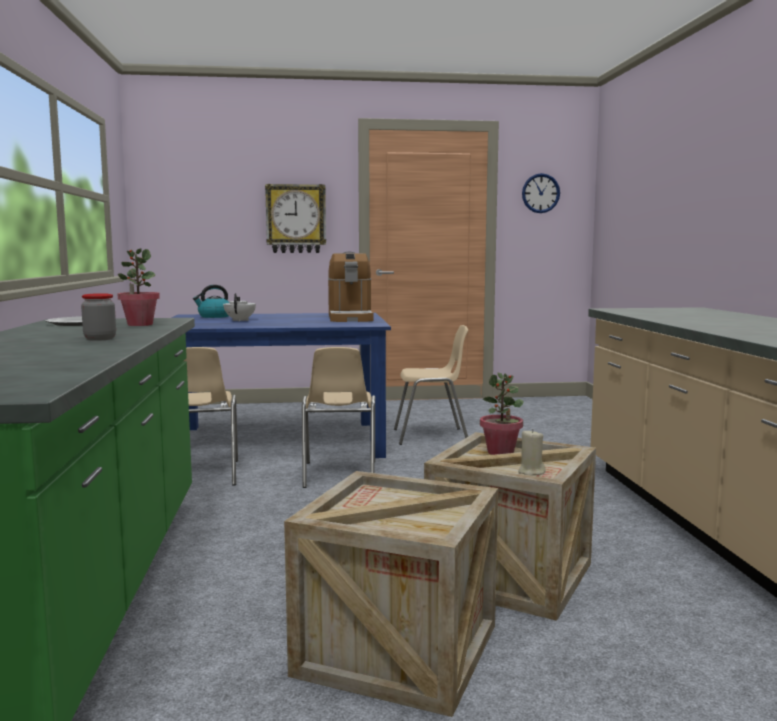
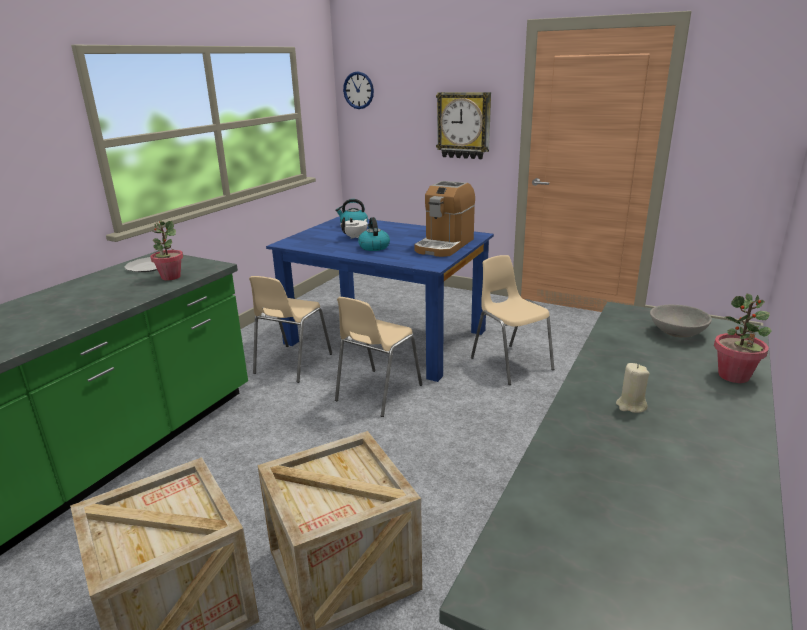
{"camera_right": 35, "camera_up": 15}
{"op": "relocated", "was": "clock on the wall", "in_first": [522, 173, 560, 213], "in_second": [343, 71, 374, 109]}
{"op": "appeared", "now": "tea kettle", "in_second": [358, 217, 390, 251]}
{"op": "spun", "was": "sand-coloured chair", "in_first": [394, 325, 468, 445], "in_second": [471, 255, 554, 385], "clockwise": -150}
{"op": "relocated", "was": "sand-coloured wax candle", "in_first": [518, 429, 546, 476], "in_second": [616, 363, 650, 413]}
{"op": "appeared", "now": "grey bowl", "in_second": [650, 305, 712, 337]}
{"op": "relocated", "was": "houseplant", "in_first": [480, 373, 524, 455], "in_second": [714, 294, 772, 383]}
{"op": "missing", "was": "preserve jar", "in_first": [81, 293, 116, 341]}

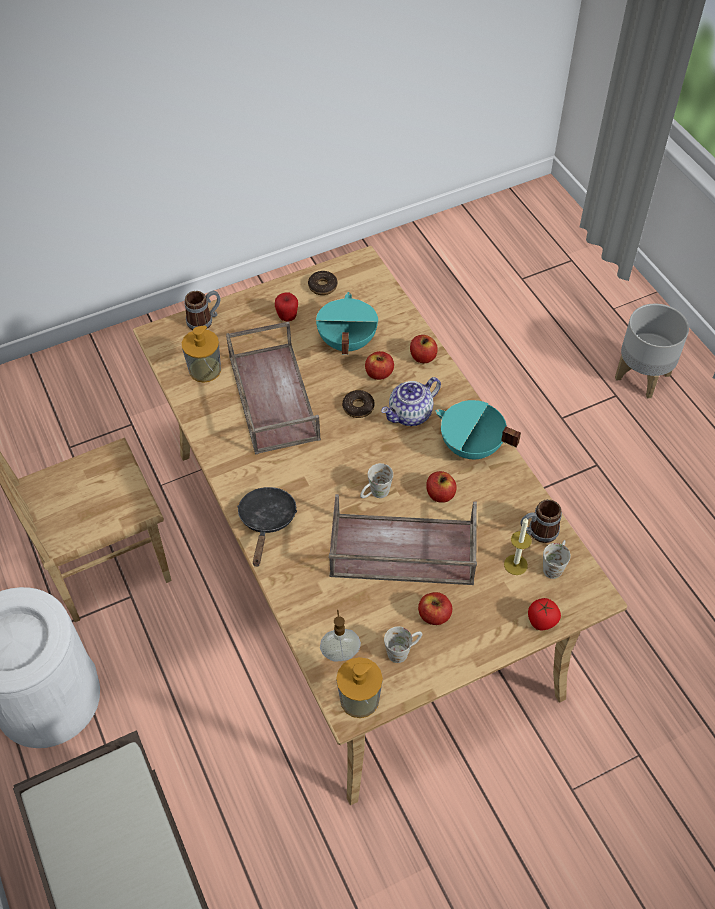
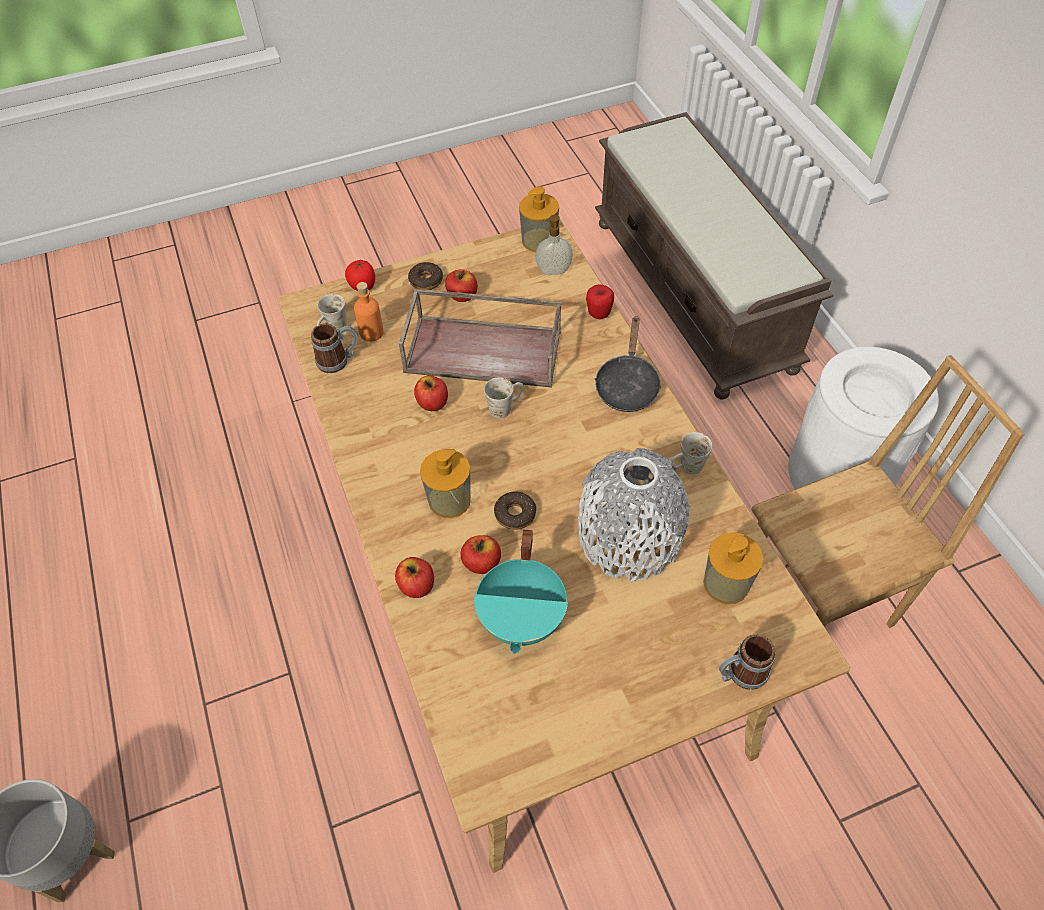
{"camera_right": -175, "camera_up": 0}
{"op": "exchanged", "was": "wax candle", "now": "orangey bottle", "in_first": [504, 517, 532, 575], "in_second": [354, 282, 384, 342]}
{"op": "relocated", "was": "doughnut", "in_first": [308, 271, 337, 295], "in_second": [408, 262, 443, 290]}
{"op": "exchanged", "was": "pot for tea", "now": "soap bottle", "in_first": [381, 377, 441, 426], "in_second": [420, 449, 471, 518]}
{"op": "exchanged", "was": "brown-coloured serving tray", "now": "grey flower vase", "in_first": [226, 322, 321, 455], "in_second": [578, 448, 690, 581]}
{"op": "relocated", "was": "whole apple", "in_first": [275, 293, 298, 322], "in_second": [586, 284, 614, 319]}
{"op": "relocated", "was": "white coffee mug", "in_first": [384, 626, 422, 663], "in_second": [670, 432, 712, 475]}
{"op": "missing", "was": "turquoise cooking pot", "in_first": [436, 400, 521, 459]}

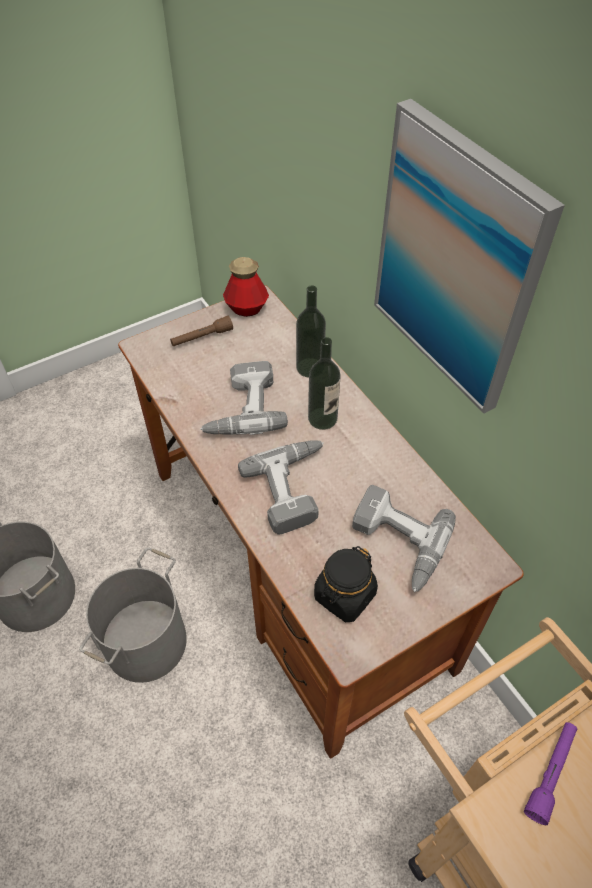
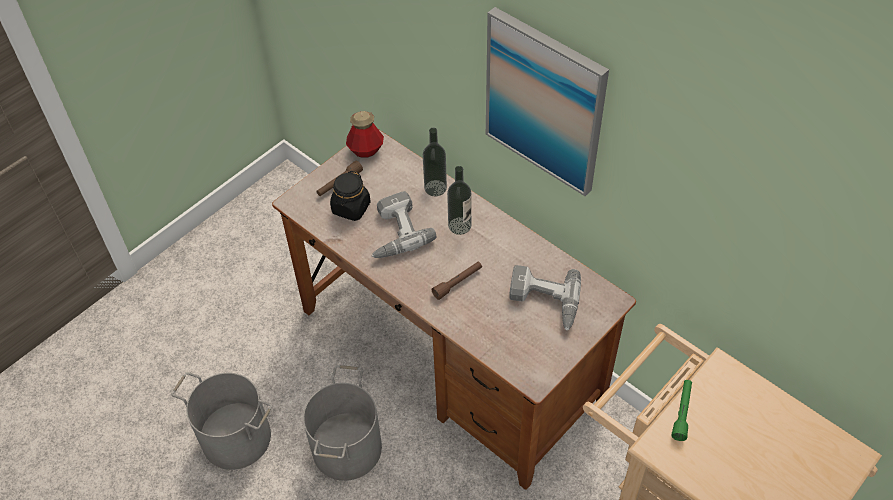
{"camera_right": -15, "camera_up": 0}
{"op": "relocated", "was": "black preserve jar", "in_first": [314, 546, 378, 622], "in_second": [330, 171, 371, 221]}
{"op": "exchanged", "was": "power drill", "now": "brown-coloured flashlight", "in_first": [238, 440, 324, 535], "in_second": [431, 262, 482, 300]}
{"op": "colour", "was": "purple flashlight", "now": "green flashlight", "in_first": [524, 722, 577, 825], "in_second": [671, 380, 692, 441]}

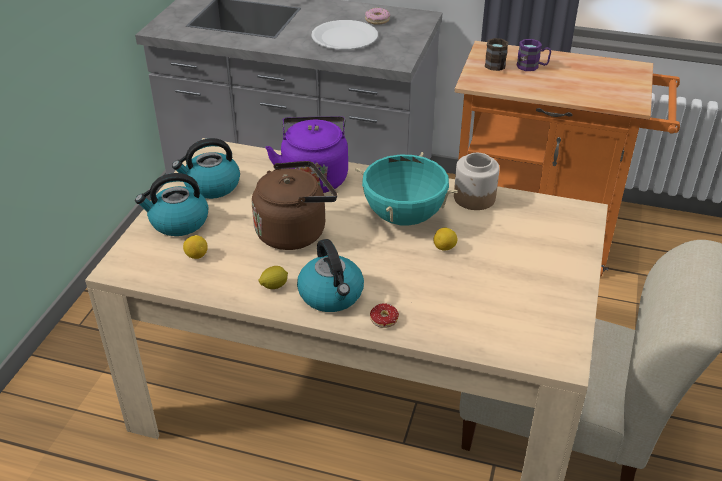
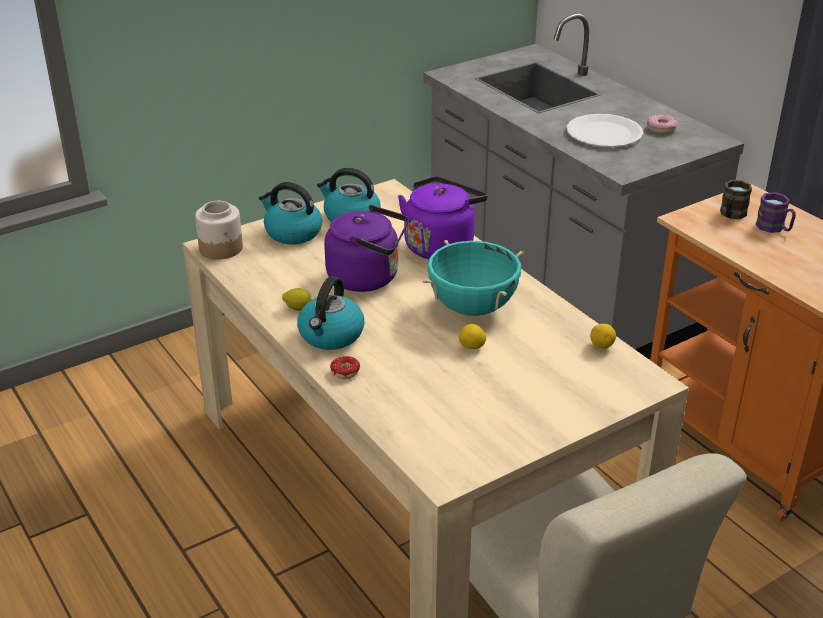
{"camera_right": 40, "camera_up": -5}
{"op": "relocated", "was": "preserve jar", "in_first": [454, 153, 499, 210], "in_second": [195, 201, 243, 259]}
{"op": "colour", "was": "brown-coloured tea kettle", "now": "purple tea kettle", "in_first": [252, 161, 337, 250], "in_second": [324, 205, 409, 292]}
{"op": "relocated", "was": "whole lemon", "in_first": [183, 235, 208, 259], "in_second": [590, 324, 616, 349]}

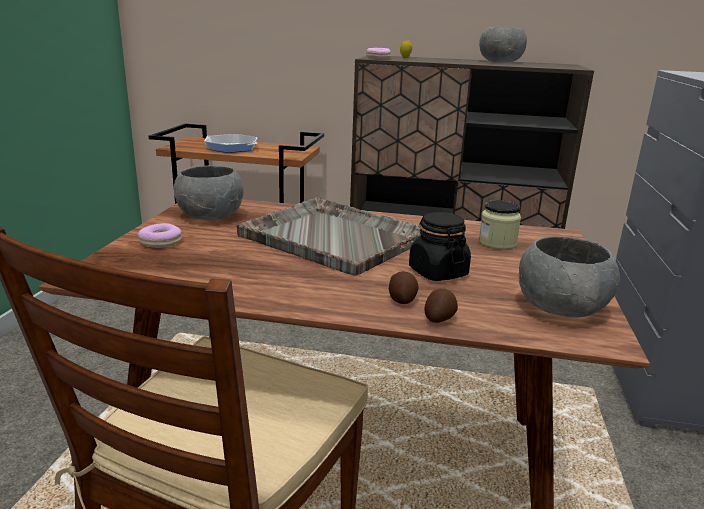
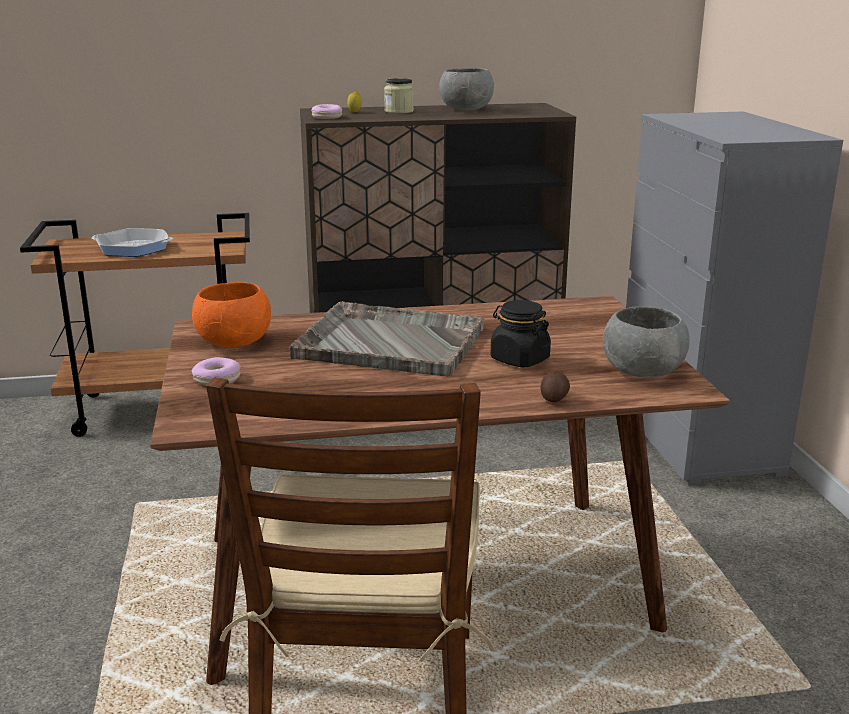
{"camera_right": -20, "camera_up": 0}
{"op": "colour", "was": "grey bowl", "now": "orangey bowl", "in_first": [174, 166, 244, 220], "in_second": [192, 282, 271, 347]}
{"op": "relocated", "was": "preserve jar", "in_first": [479, 200, 521, 250], "in_second": [384, 78, 414, 114]}
{"op": "missing", "was": "potato", "in_first": [389, 271, 419, 304]}

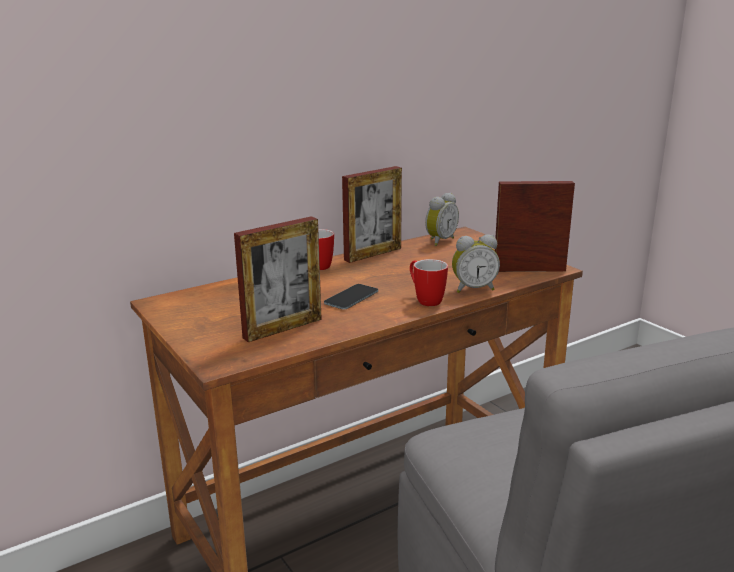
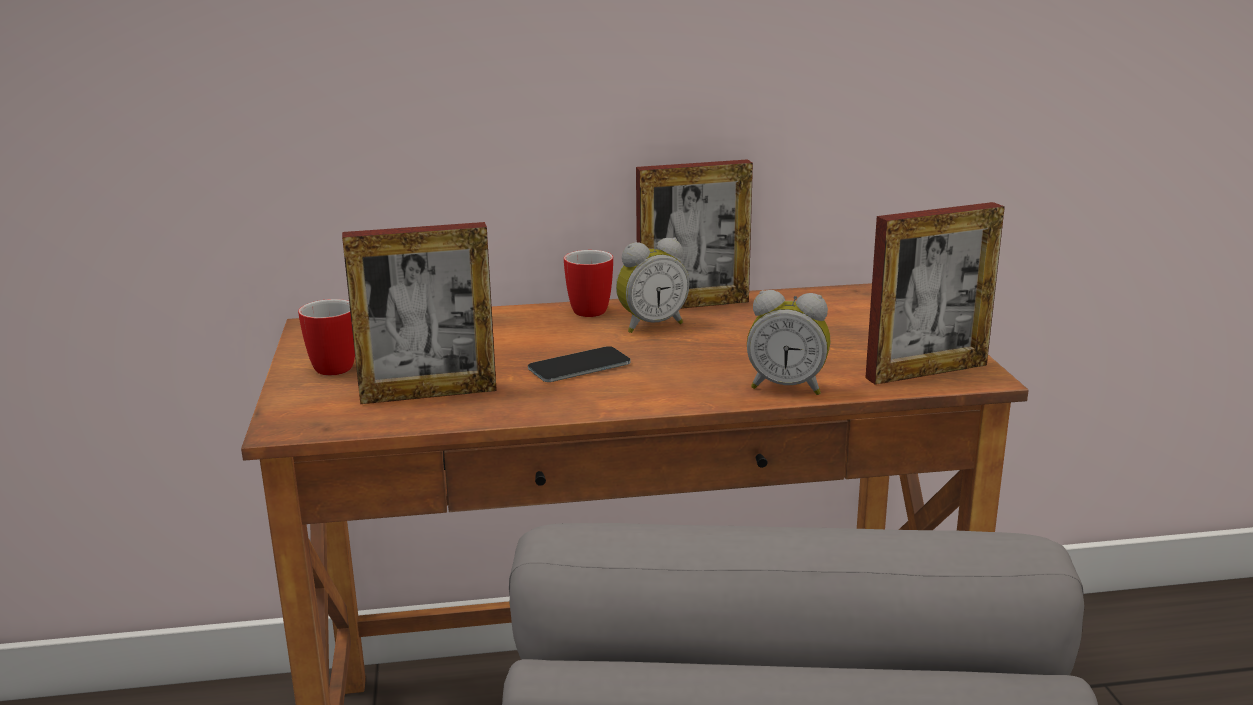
{"camera_right": 25, "camera_up": 0}
{"op": "relocated", "was": "coffee mug", "in_first": [410, 259, 448, 306], "in_second": [298, 299, 355, 375]}
{"op": "relocated", "was": "table clock", "in_first": [425, 192, 459, 246], "in_second": [616, 237, 690, 333]}
{"op": "spun", "was": "picture frame", "in_first": [495, 181, 575, 272], "in_second": [865, 202, 1005, 385], "clockwise": 135}

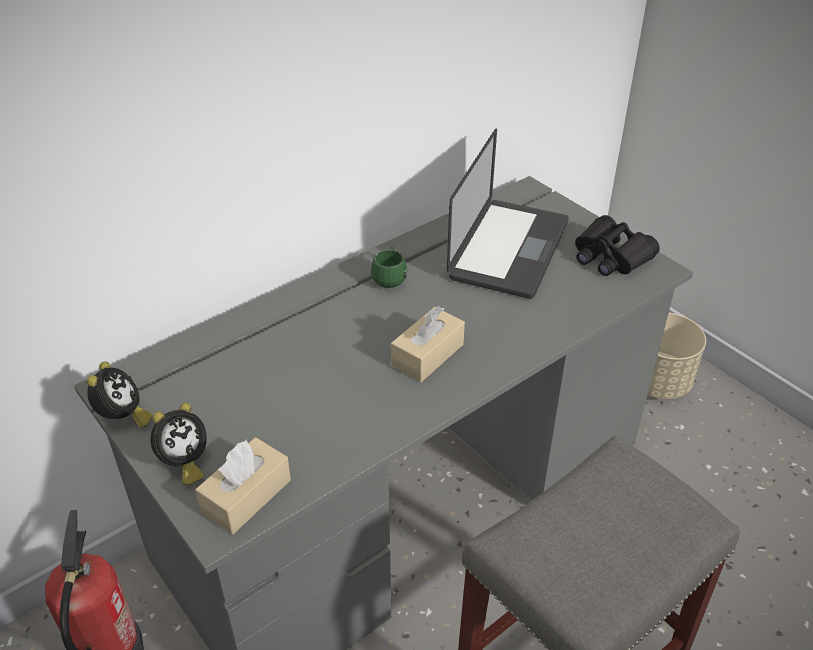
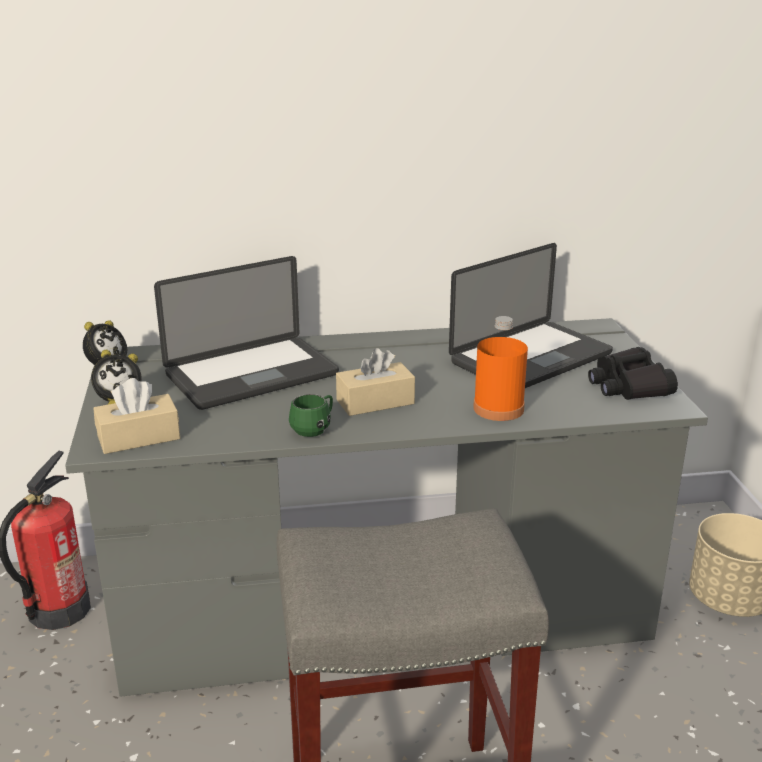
{"camera_right": 30, "camera_up": -15}
{"op": "appeared", "now": "laptop", "in_second": [154, 256, 339, 410]}
{"op": "relocated", "was": "green coffee mug", "in_first": [371, 246, 407, 288], "in_second": [289, 394, 333, 437]}
{"op": "appeared", "now": "orangey bottle", "in_second": [473, 316, 528, 421]}

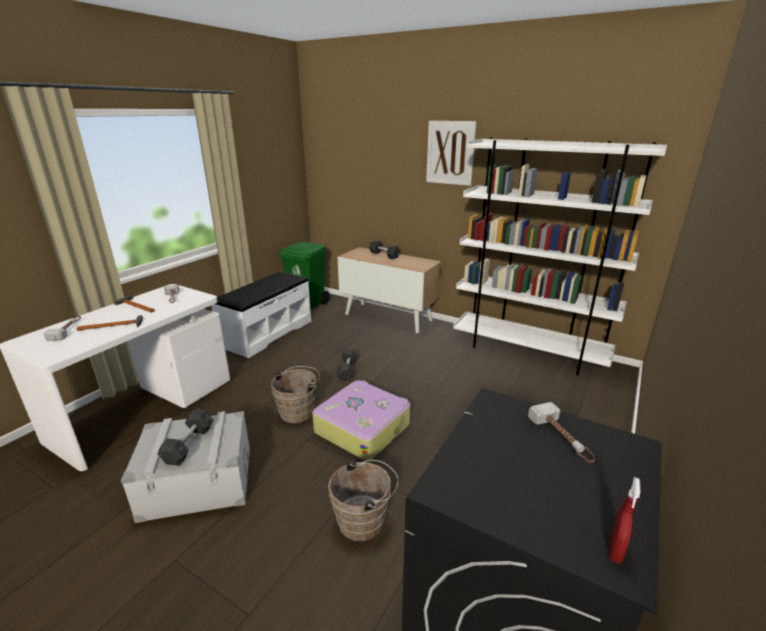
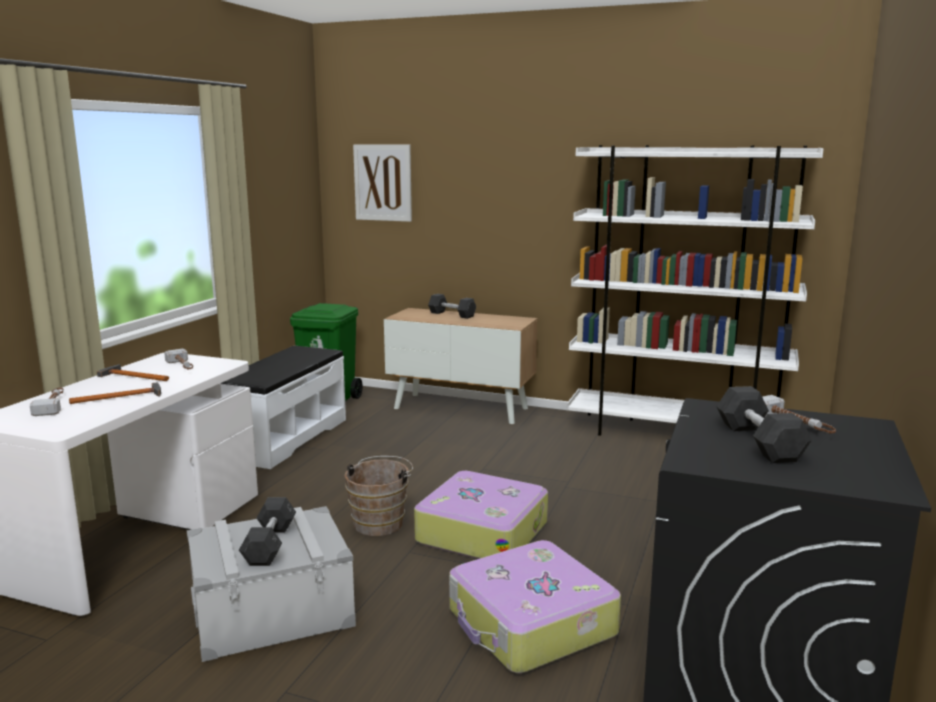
{"camera_right": -10, "camera_up": -10}
{"op": "relocated", "was": "picture", "in_first": [426, 121, 477, 186], "in_second": [353, 144, 412, 222]}
{"op": "exchanged", "was": "brown-coloured pail", "now": "travel case", "in_first": [328, 460, 398, 541], "in_second": [449, 540, 621, 673]}
{"op": "relocated", "was": "grey hand weight", "in_first": [336, 348, 358, 381], "in_second": [716, 386, 812, 463]}
{"op": "missing", "was": "red-coloured sprayer", "in_first": [609, 477, 641, 564]}

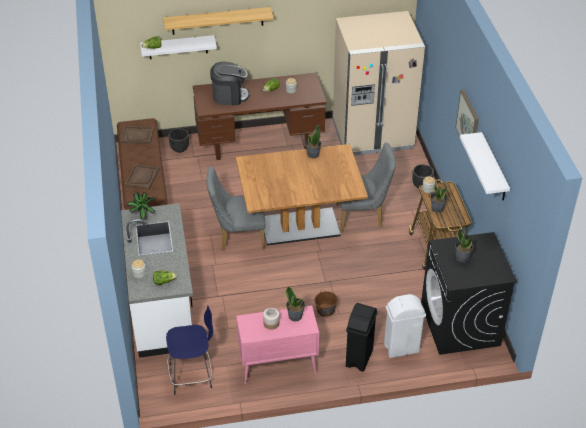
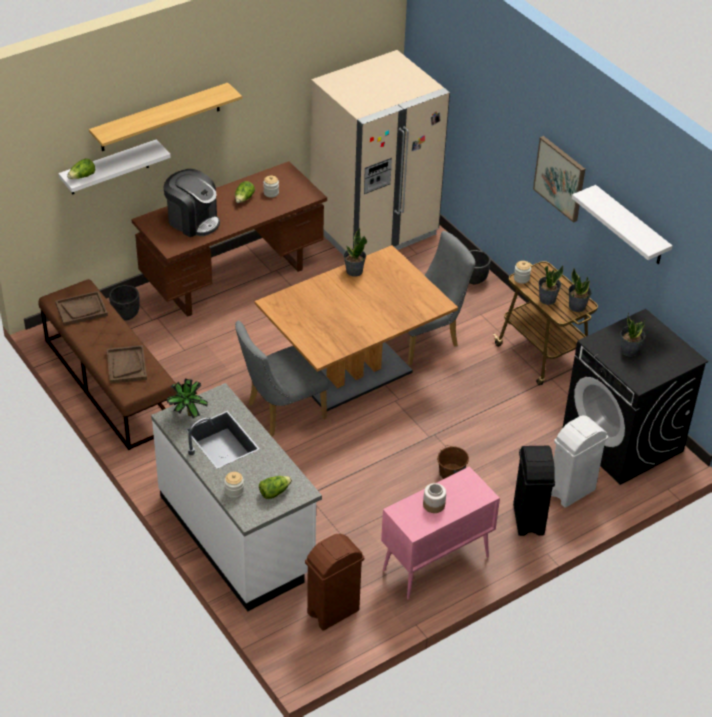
{"camera_right": -25, "camera_up": 0}
{"op": "spun", "was": "coffee brewer", "in_first": [210, 62, 250, 105], "in_second": [163, 169, 220, 237], "clockwise": 60}
{"op": "exchanged", "was": "blue-coloured sitting stool", "now": "brown-coloured rubbish bin", "in_first": [166, 306, 213, 395], "in_second": [305, 534, 364, 631]}
{"op": "relocated", "was": "houseplant", "in_first": [286, 286, 305, 321], "in_second": [568, 268, 591, 312]}

